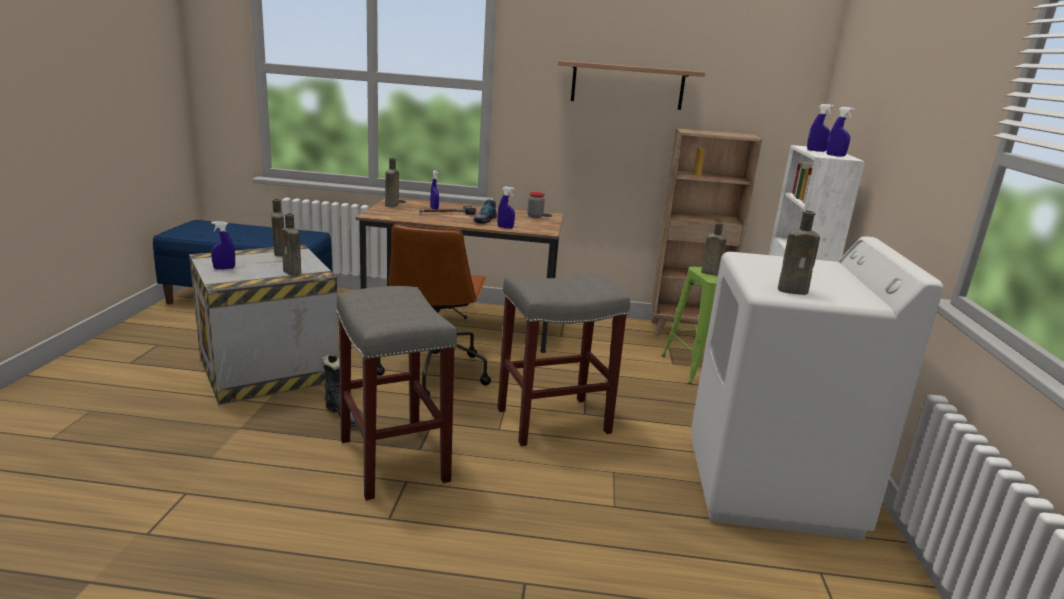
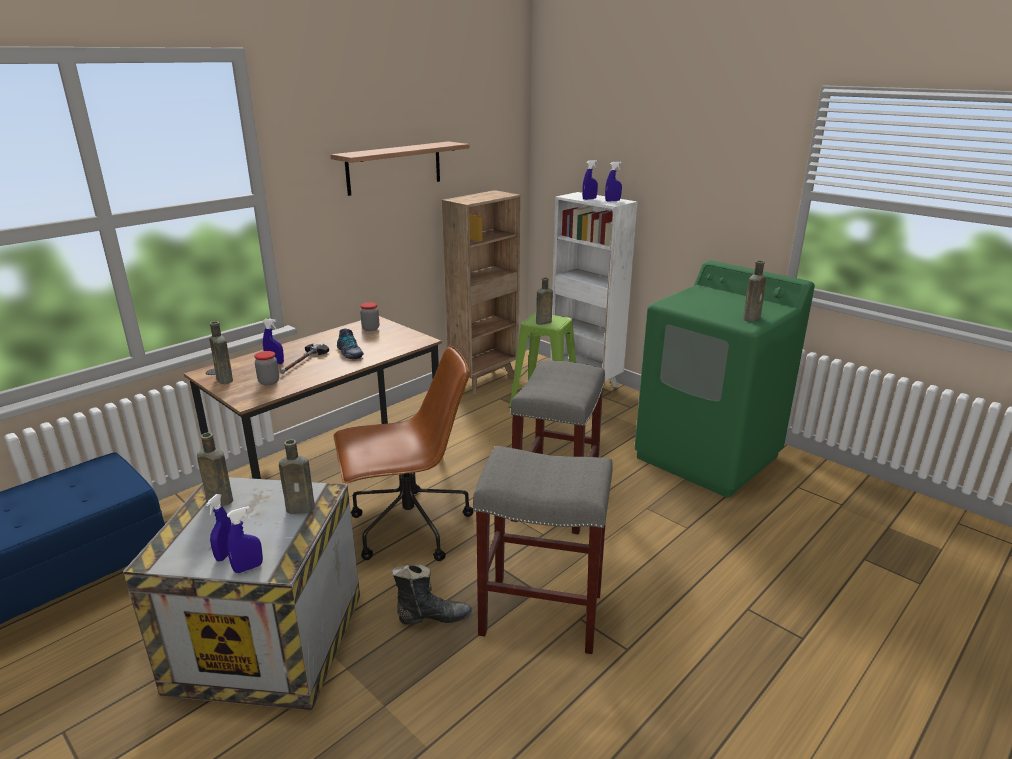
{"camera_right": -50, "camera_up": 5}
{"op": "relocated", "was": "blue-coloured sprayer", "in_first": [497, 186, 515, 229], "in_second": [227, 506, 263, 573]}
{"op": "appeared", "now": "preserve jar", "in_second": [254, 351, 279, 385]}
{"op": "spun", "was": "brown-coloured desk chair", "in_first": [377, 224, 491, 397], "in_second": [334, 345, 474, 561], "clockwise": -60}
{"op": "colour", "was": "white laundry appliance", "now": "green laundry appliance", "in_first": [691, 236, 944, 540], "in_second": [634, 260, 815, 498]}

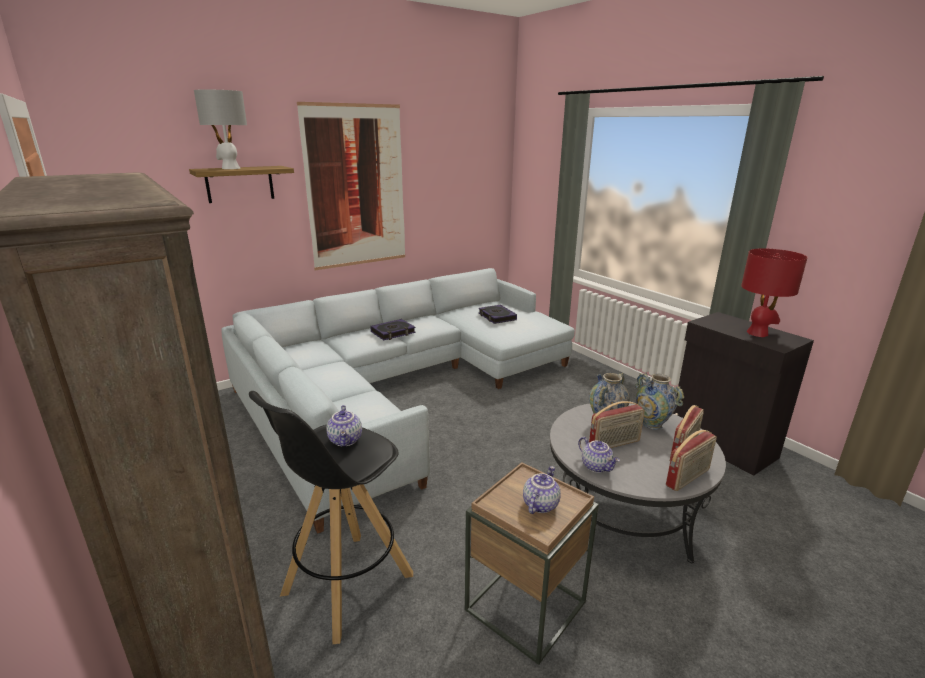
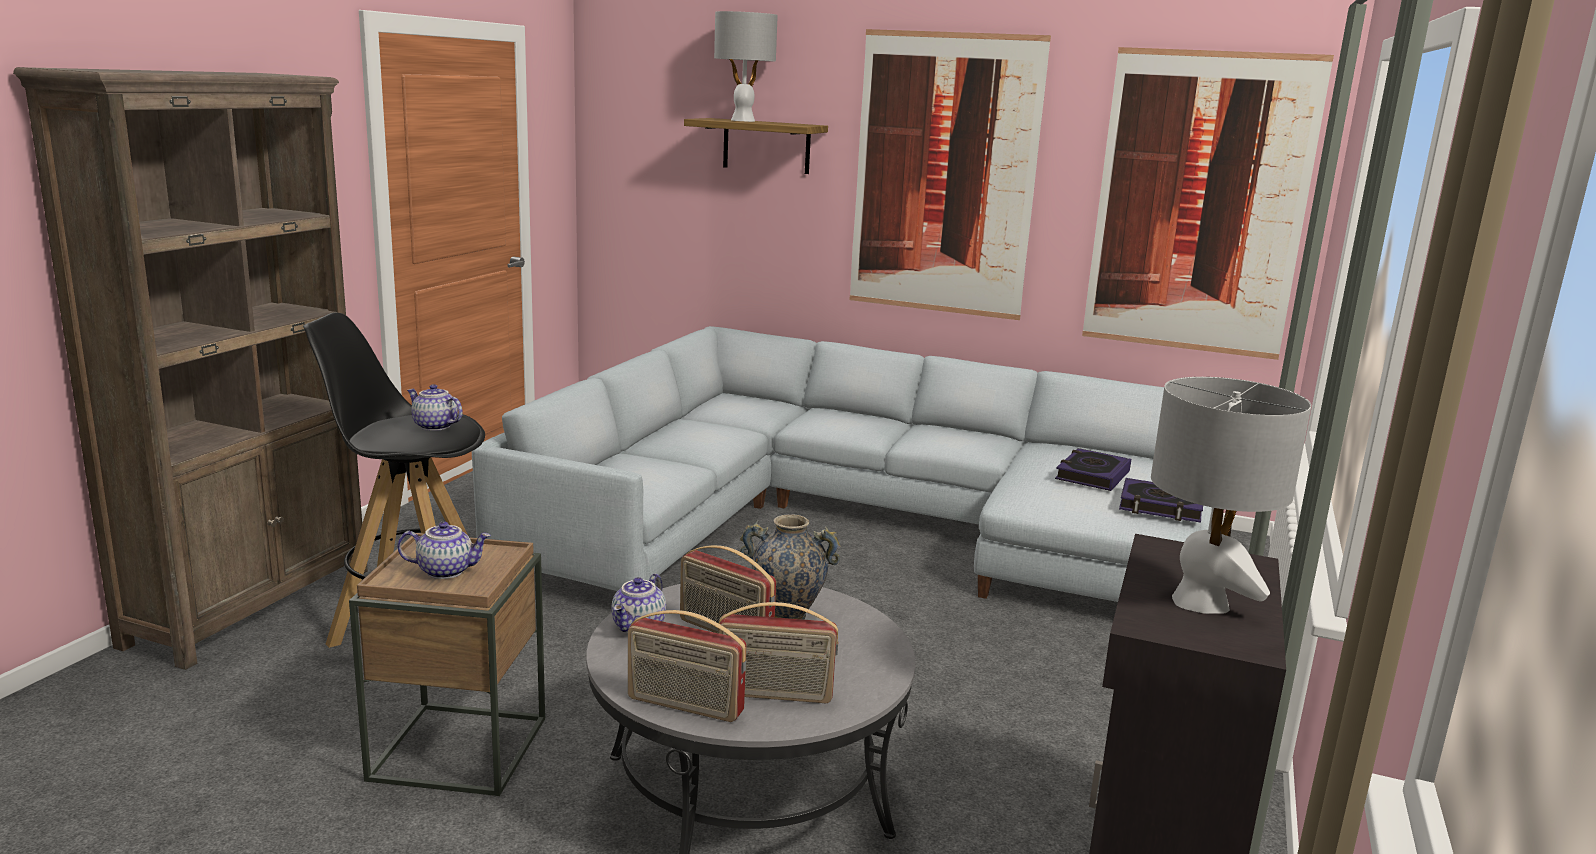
{"camera_right": 55, "camera_up": -5}
{"op": "spun", "was": "pot for tea", "in_first": [326, 405, 362, 447], "in_second": [407, 384, 463, 431], "clockwise": 75}
{"op": "appeared", "now": "picture", "in_second": [1082, 47, 1334, 360]}
{"op": "relocated", "was": "bound book", "in_first": [370, 319, 416, 340], "in_second": [1119, 478, 1203, 523]}
{"op": "colour", "was": "red-coloured lamp for a table", "now": "grey lamp for a table", "in_first": [741, 248, 808, 337], "in_second": [1151, 377, 1311, 614]}
{"op": "missing", "was": "flower vase", "in_first": [635, 373, 684, 430]}

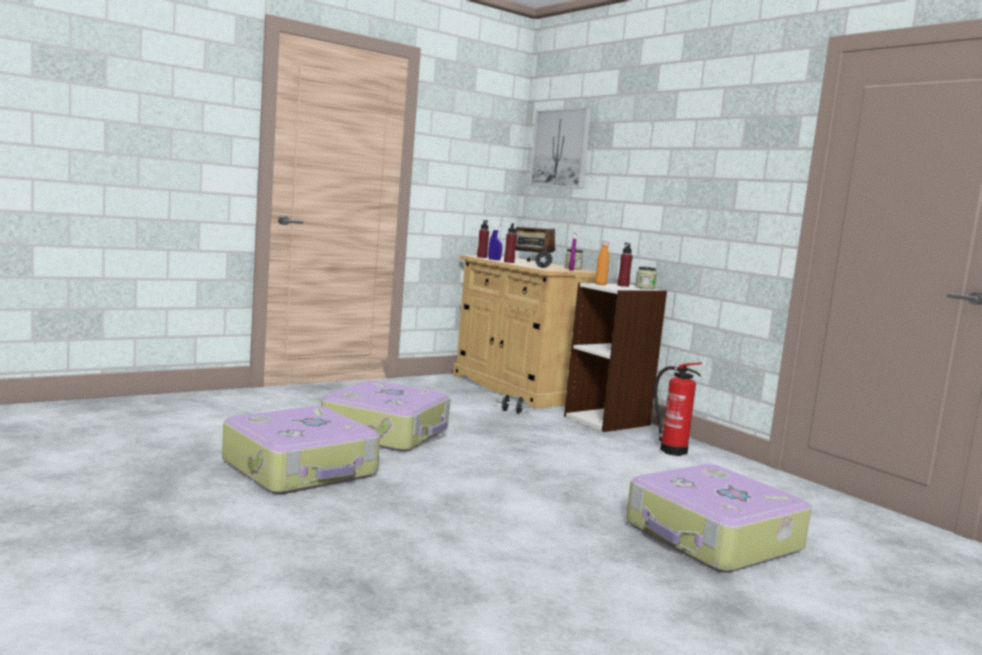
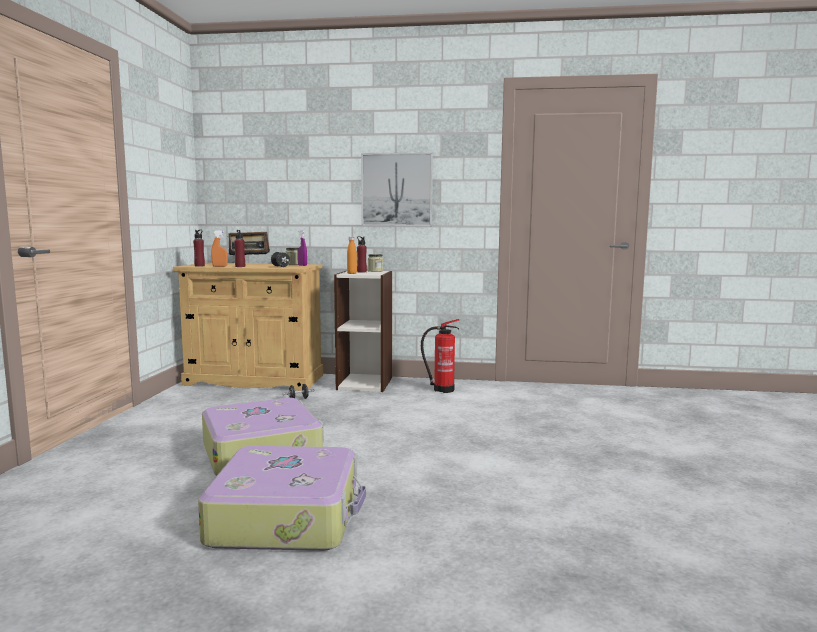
{"camera_right": -45, "camera_up": 0}
{"op": "colour", "was": "blue-coloured sprayer", "now": "orangey sprayer", "in_first": [488, 222, 503, 260], "in_second": [211, 230, 228, 267]}
{"op": "relocated", "was": "picture", "in_first": [529, 107, 591, 189], "in_second": [361, 153, 433, 226]}
{"op": "missing", "was": "travel case", "in_first": [626, 464, 811, 573]}

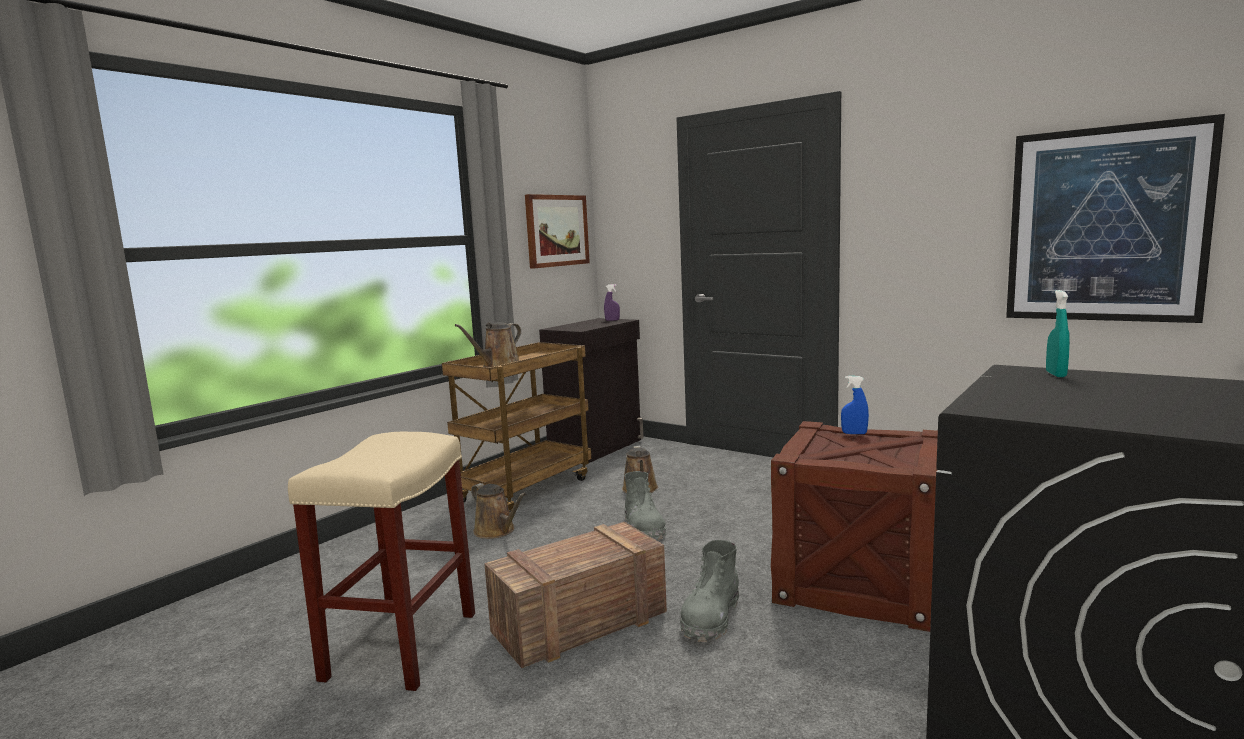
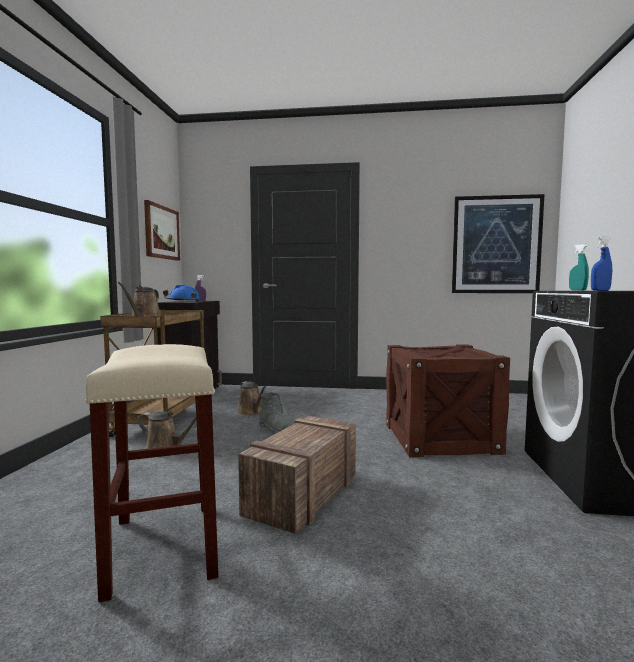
{"camera_right": -30, "camera_up": -5}
{"op": "appeared", "now": "blue-coloured hard hat", "in_second": [163, 285, 200, 302]}
{"op": "relocated", "was": "blue-coloured sprayer", "in_first": [841, 376, 869, 434], "in_second": [591, 236, 612, 291]}
{"op": "missing", "was": "grey boot", "in_first": [680, 540, 739, 642]}

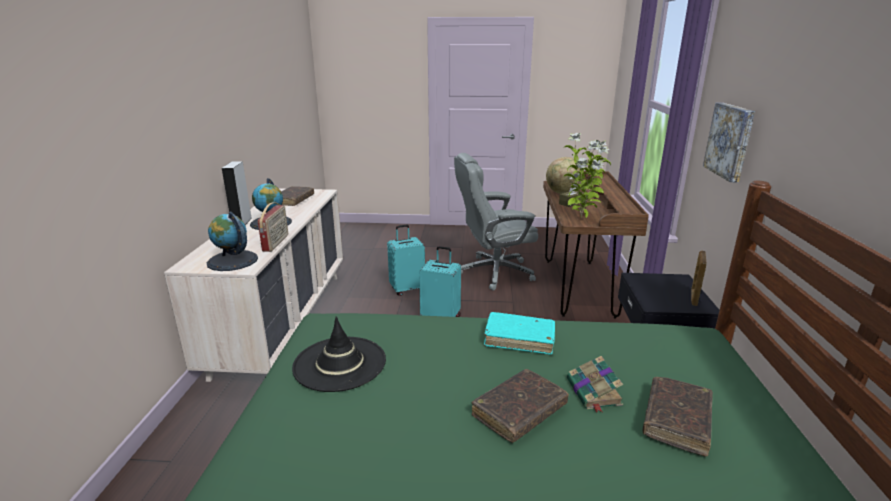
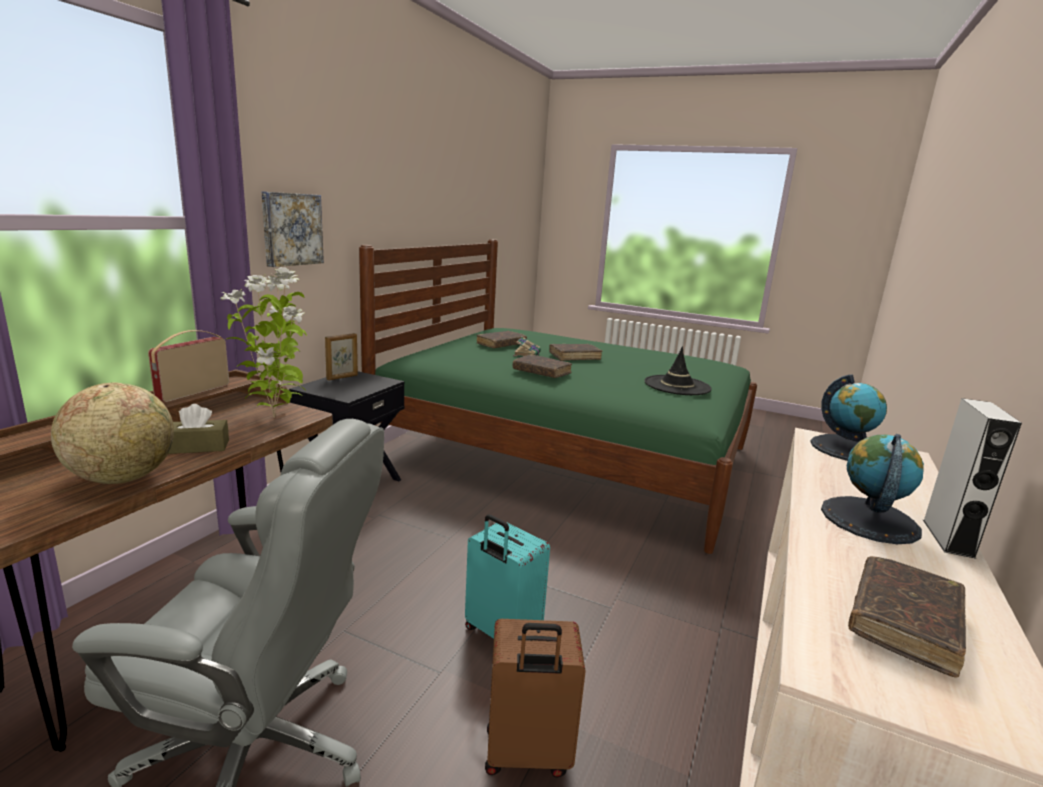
{"camera_right": -160, "camera_up": -5}
{"op": "relocated", "was": "radio", "in_first": [258, 203, 288, 252], "in_second": [148, 330, 229, 402]}
{"op": "colour", "was": "turquoise travel case", "now": "brown-coloured travel case", "in_first": [387, 225, 425, 296], "in_second": [485, 619, 586, 778]}
{"op": "colour", "was": "turquoise bound book", "now": "brown-coloured bound book", "in_first": [484, 312, 555, 355], "in_second": [513, 354, 572, 378]}

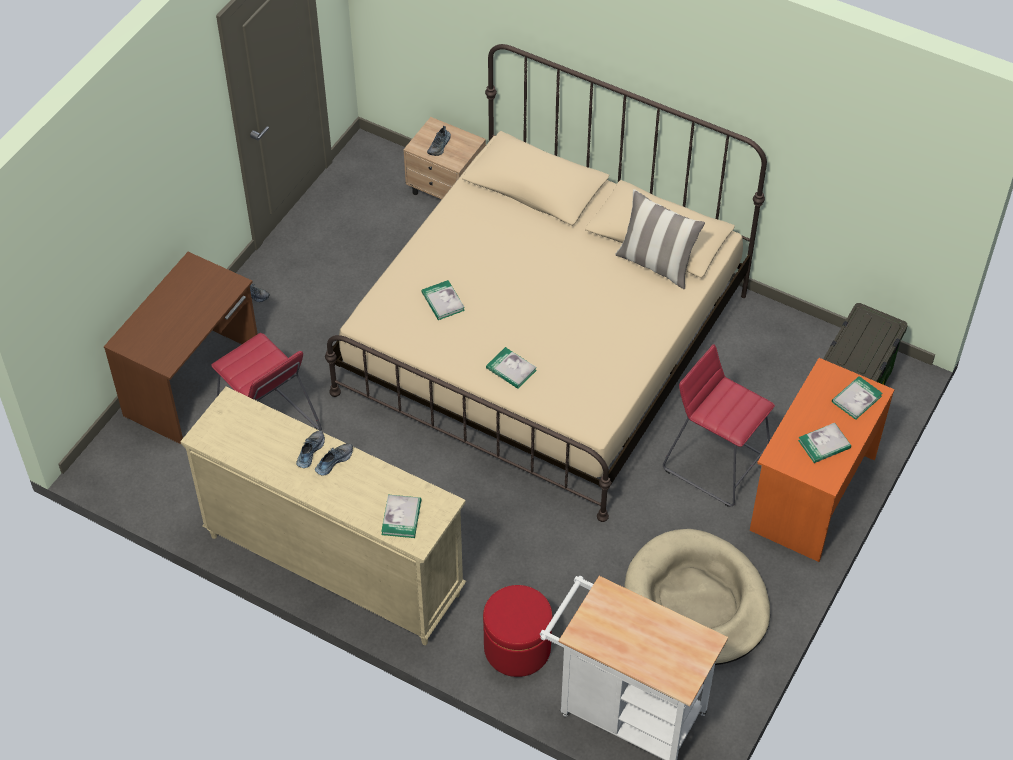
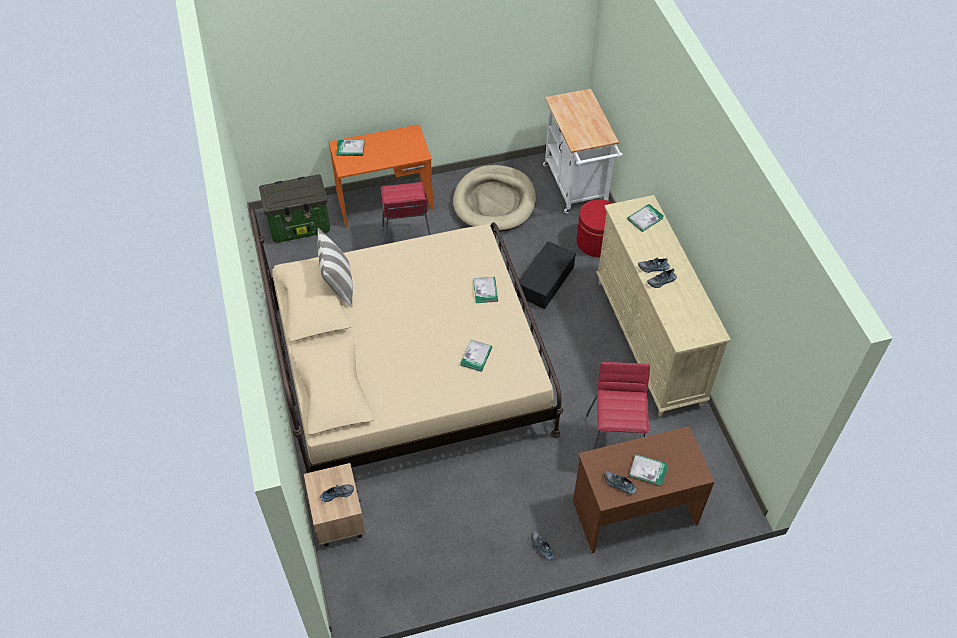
{"camera_right": -135, "camera_up": 0}
{"op": "appeared", "now": "black storage container", "in_second": [517, 241, 576, 309]}
{"op": "appeared", "now": "shoe", "in_second": [604, 471, 636, 494]}
{"op": "relocated", "was": "bound book", "in_first": [798, 423, 851, 463], "in_second": [629, 454, 668, 486]}

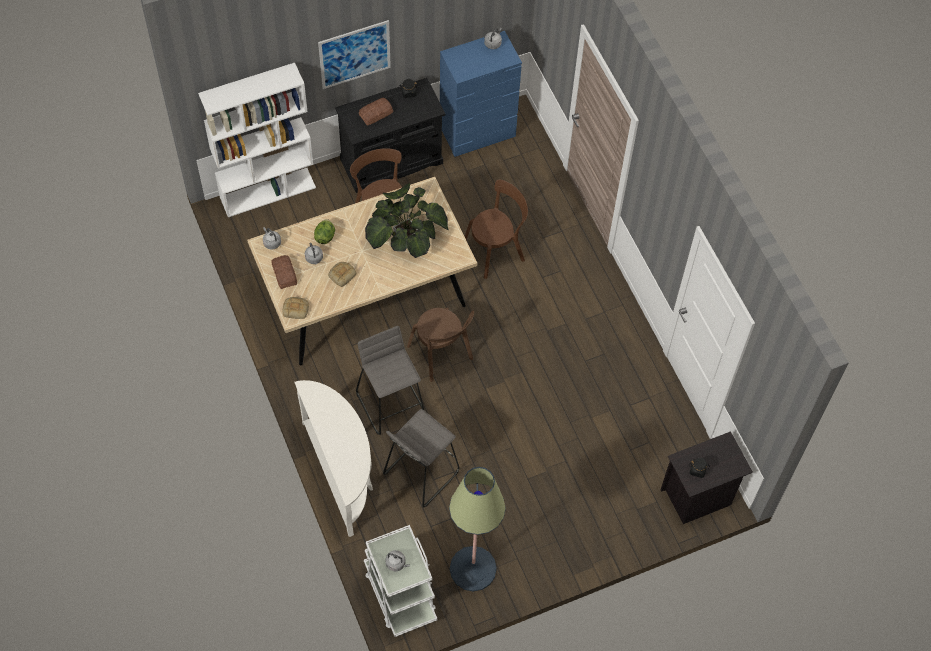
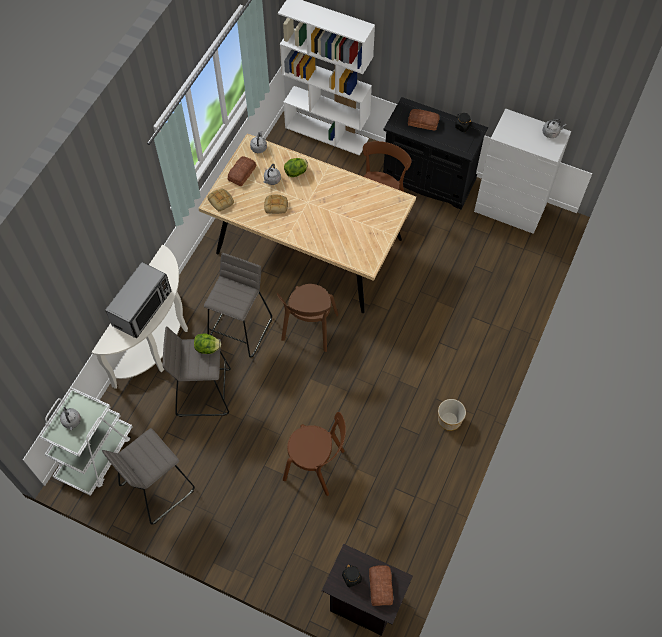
{"camera_right": 50, "camera_up": 0}
{"op": "exchanged", "was": "standing lamp", "now": "grey sitting stool", "in_first": [449, 467, 506, 591], "in_second": [102, 428, 195, 524]}
{"op": "appeared", "now": "microwave oven", "in_second": [105, 262, 172, 338]}
{"op": "appeared", "now": "lettuce", "in_second": [194, 333, 221, 354]}
{"op": "relocated", "was": "brown-coloured chair", "in_first": [465, 180, 528, 279], "in_second": [283, 412, 346, 496]}
{"op": "appeared", "now": "baked bread", "in_second": [369, 565, 393, 606]}
{"op": "appeared", "now": "flower pot", "in_second": [438, 399, 466, 431]}
{"op": "colour", "was": "blue-coloured chest of drawers", "now": "white chest of drawers", "in_first": [440, 31, 522, 157], "in_second": [474, 108, 571, 234]}
{"op": "missing", "was": "picture", "in_first": [318, 20, 391, 89]}
{"op": "missing", "was": "houseplant", "in_first": [365, 183, 449, 258]}

